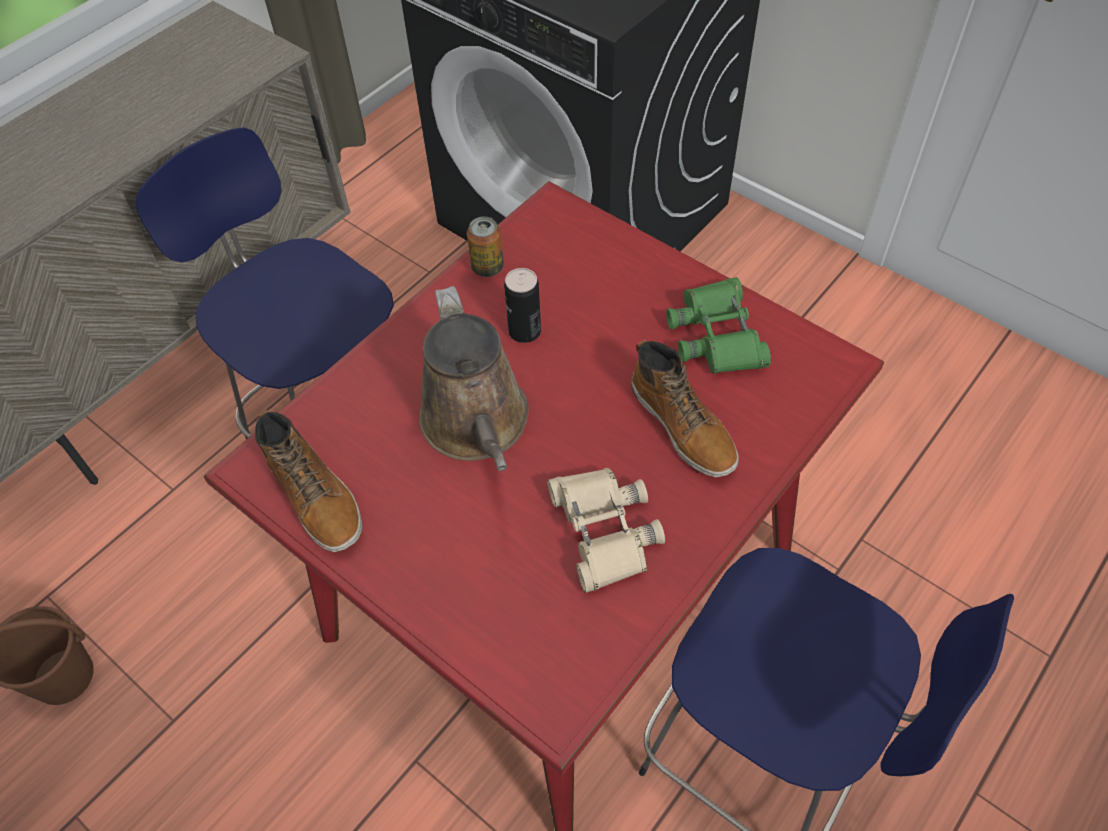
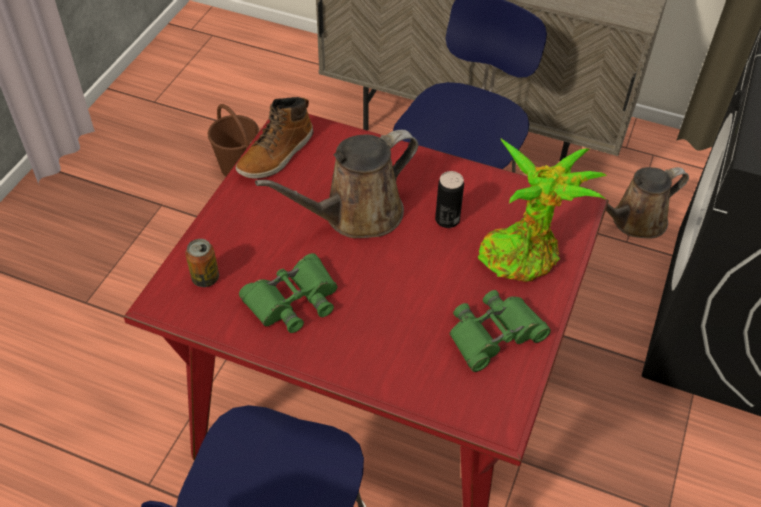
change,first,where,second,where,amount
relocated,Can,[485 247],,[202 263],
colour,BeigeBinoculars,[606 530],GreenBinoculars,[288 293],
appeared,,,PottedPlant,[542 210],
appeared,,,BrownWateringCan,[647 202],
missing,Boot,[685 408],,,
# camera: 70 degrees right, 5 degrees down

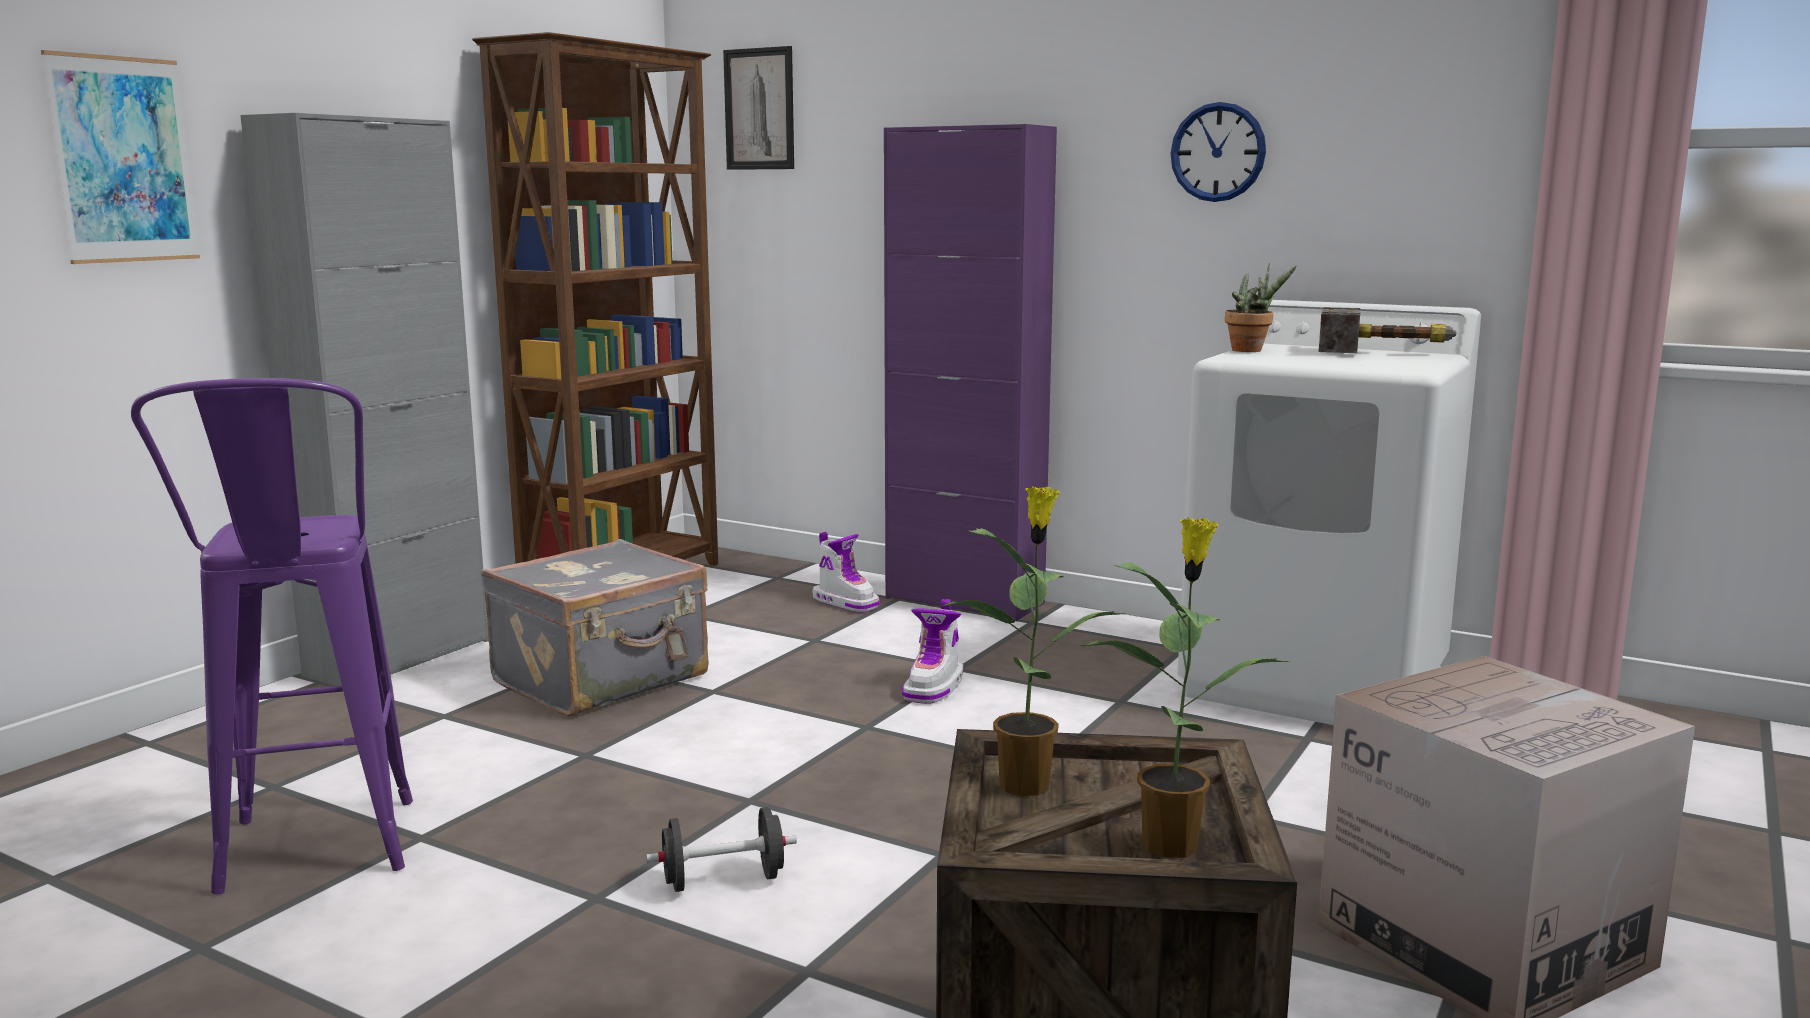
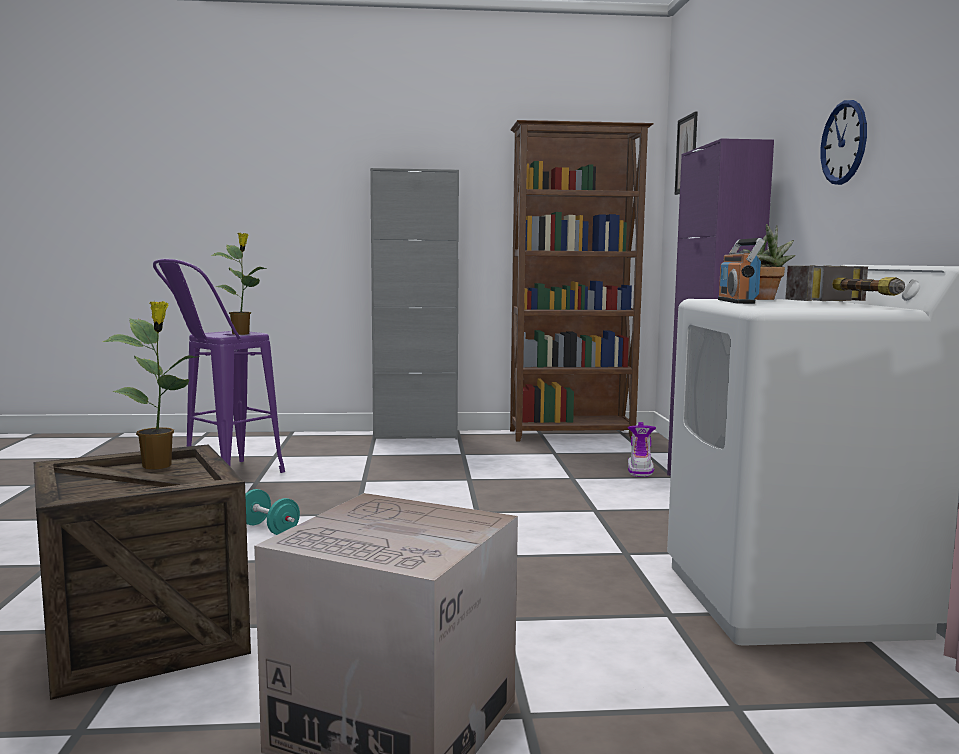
change,first,where,second,where,amount
relocated,PottedPlant,[1184 687],,[239 284],
colour,BlackDumbbell,[721 849],TurquoiseDumbbell,[272 512],
appeared,,,Radio,[741 271],
missing,Picture,[120 157],,,
missing,GreySuitcase,[595 628],,,
missing,Boot,[932 651],,,
# camera: 55 degrees right, 5 degrees down

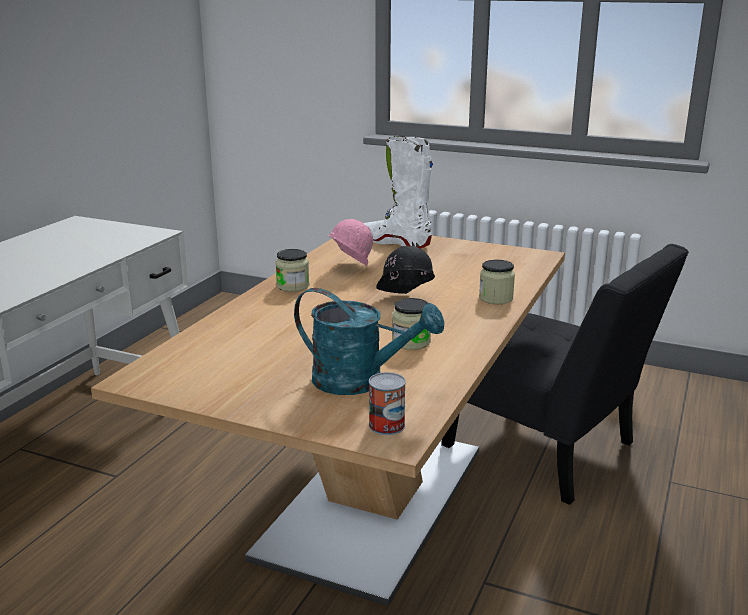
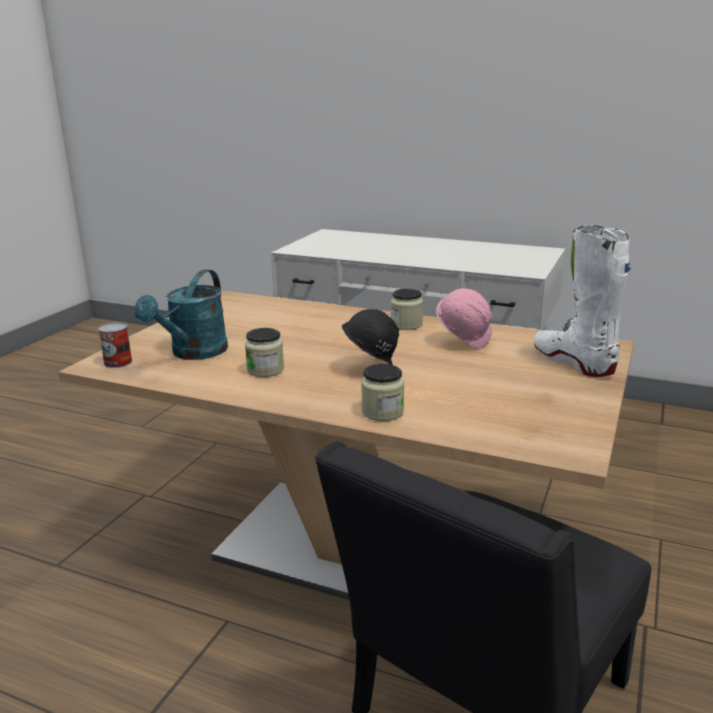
change,first,where,second,where,amount
spun,WhiteBoot,[398 192],,[582 301],60 degrees counterclockwise
# camera: 90 degrees right, 0 degrees up

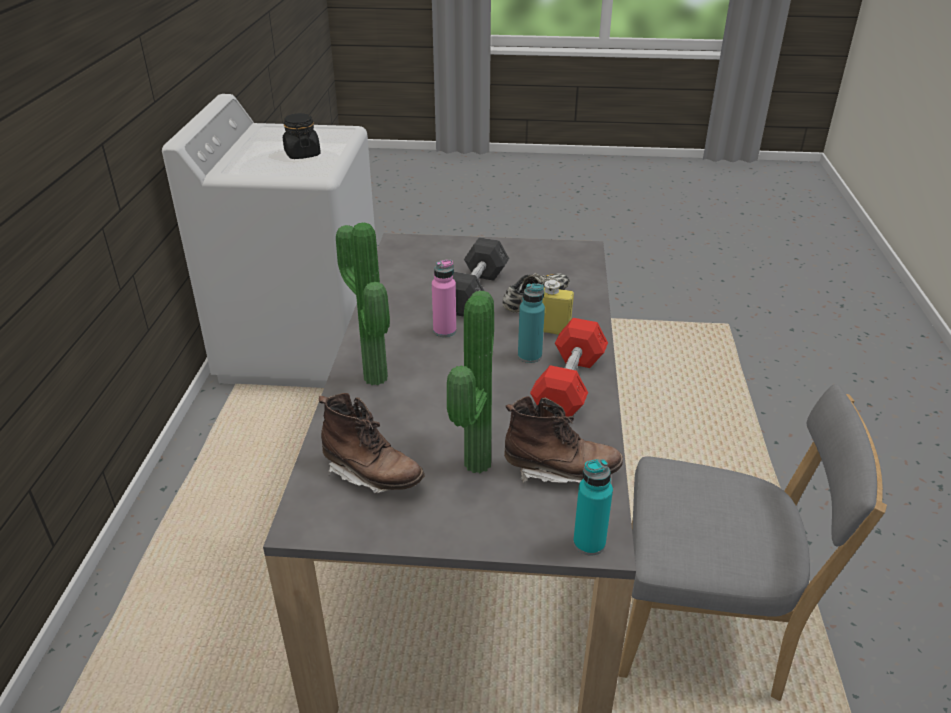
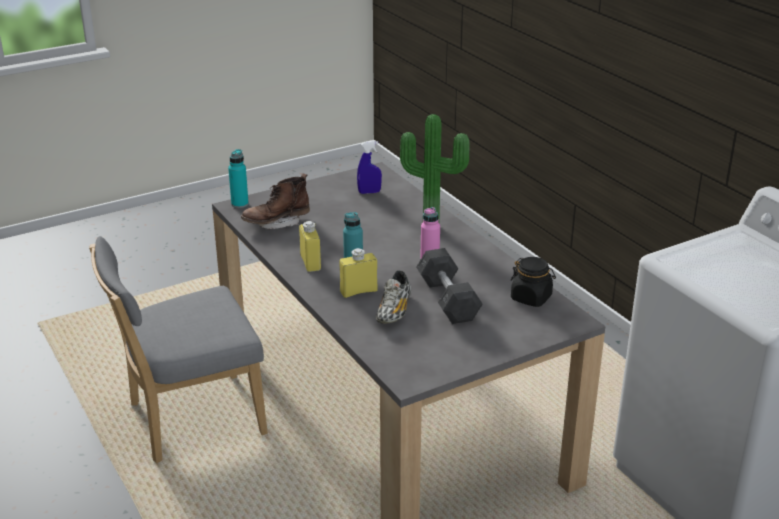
change,first,where,second,where,amount
exchanged,RedDumbbell,[569 367],YellowBottle,[310 246],
exchanged,BrownBoot,[372 443],BlueSprayBottle,[369 167],
relocated,BlackJar,[302 136],,[533 282],
missing,PottedPlant,[470 382],,,
# camera: 145 degrees right, 5 degrees down

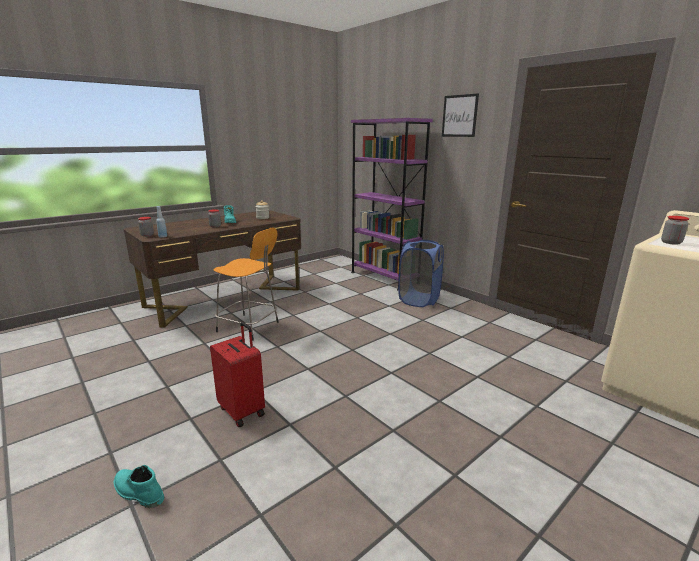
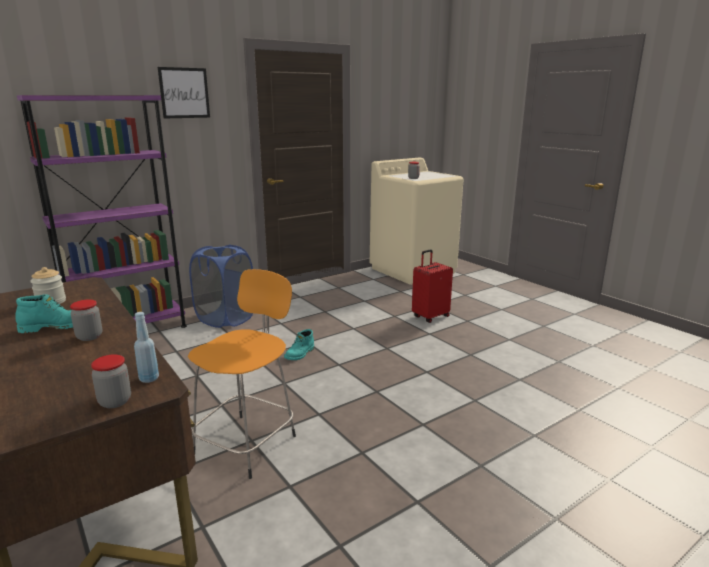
change,first,where,second,where,amount
relocated,TurquoiseBoot,[138 486],,[299 344],
relocated,RedSuitcase,[237 374],,[432 286],
# camera: 85 degrees left, 0 degrees up

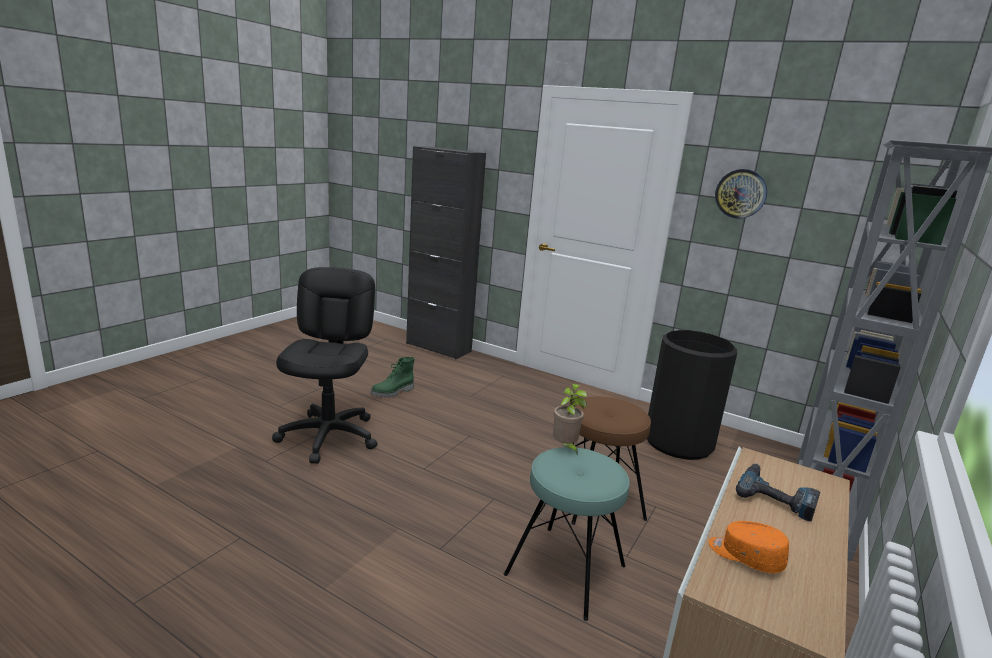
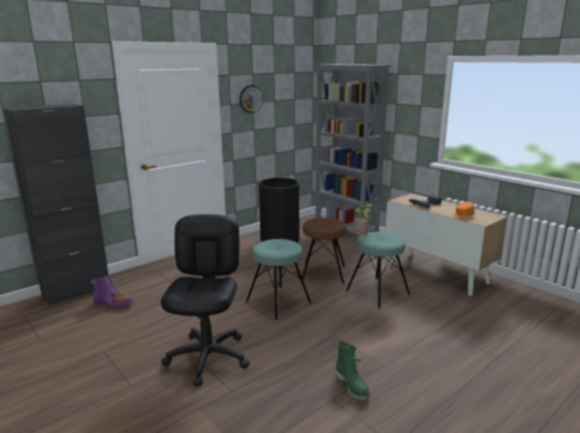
change,first,where,second,where,amount
appeared,,,PurpleBoot,[111 292],
spun,BlackOfficeChair,[324 365],,[205 300],75 degrees clockwise
appeared,,,TurquoiseStool,[278 279],
relocated,GreenBoot,[392 377],,[352 371],
# camera: 70 degrees left, 0 degrees up

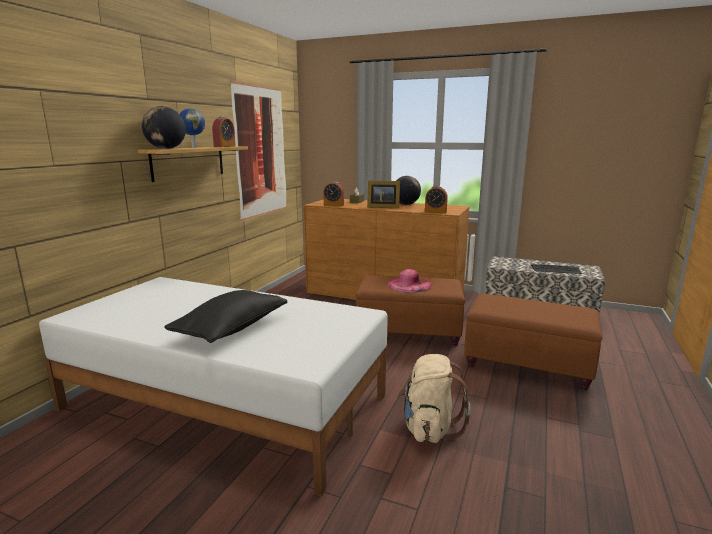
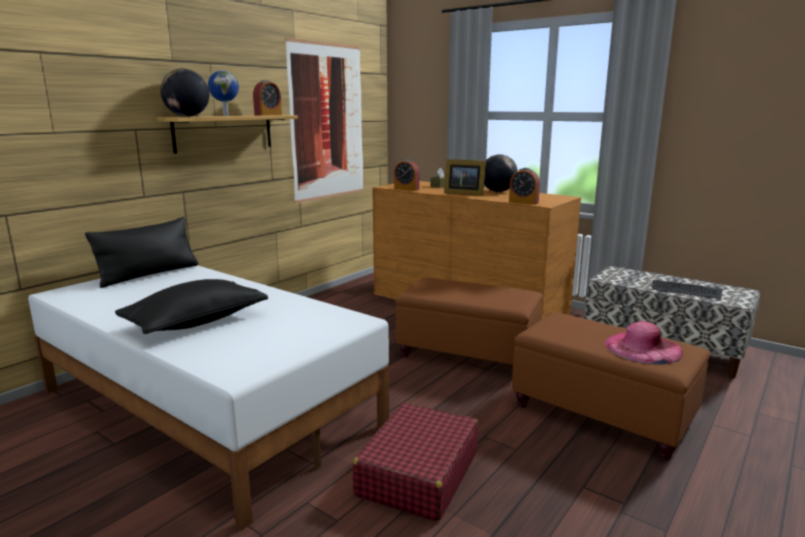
change,first,where,second,where,amount
appeared,,,BlackPillow,[142 252],
exchanged,BeigeBackpack,[434 398],RedSuitcase,[415 462],
relocated,PinkHat,[409 281],,[643 342],
# camera: 15 degrees right, 0 degrees up

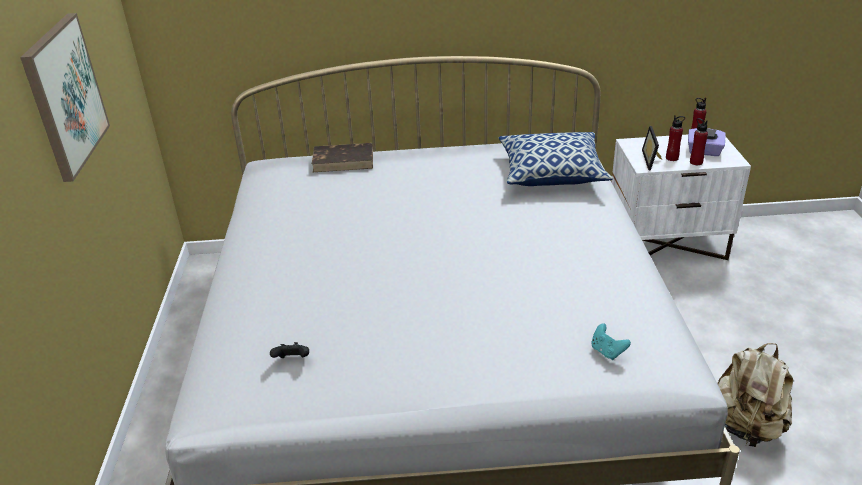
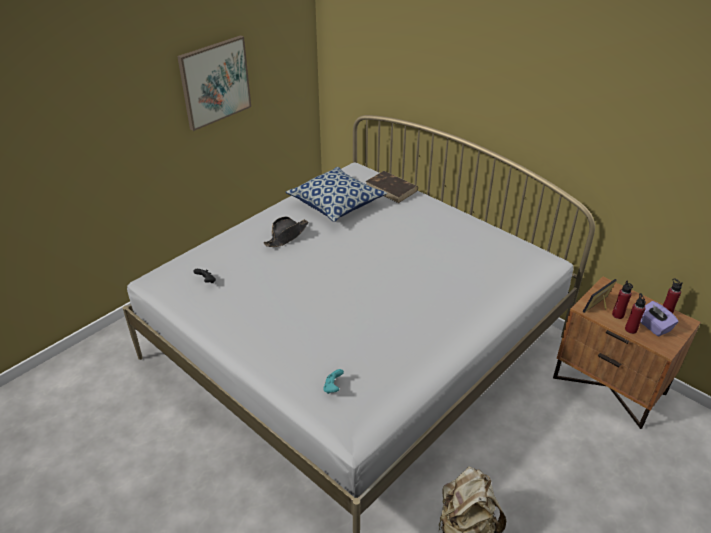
change,first,where,second,where,amount
appeared,,,BlackHat,[285 232],
relocated,Pillow,[555 159],,[336 194],
colour,WhiteNightstand,[681 197],BrownNightstand,[627 352],
# camera: 45 degrees right, 5 degrees up

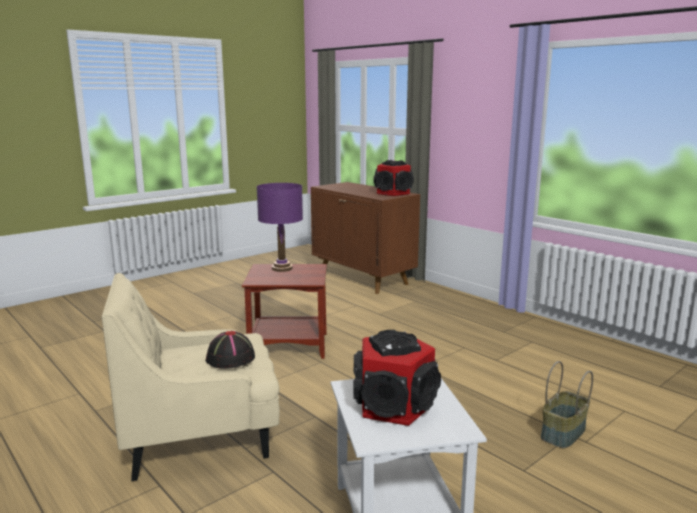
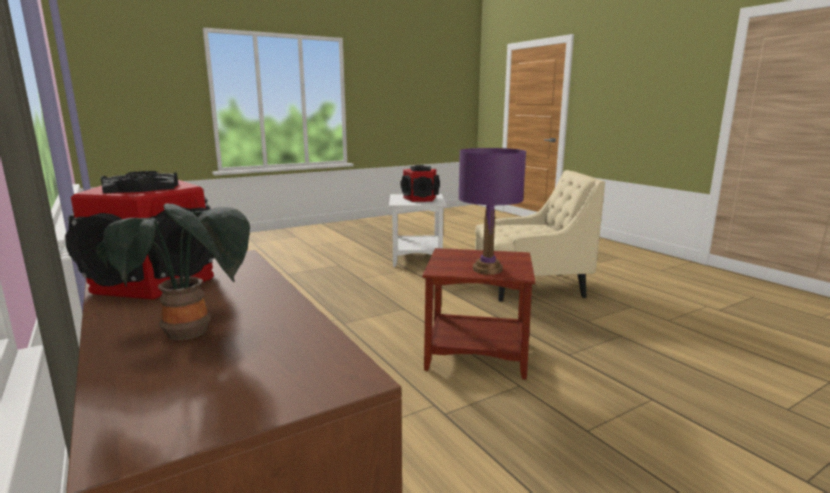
change,first,where,second,where,amount
appeared,,,PottedPlant,[173 271],
missing,BlackHat,[230 350],,,
missing,Basket,[567 404],,,
# camera: 170 degrees left, 0 degrees up

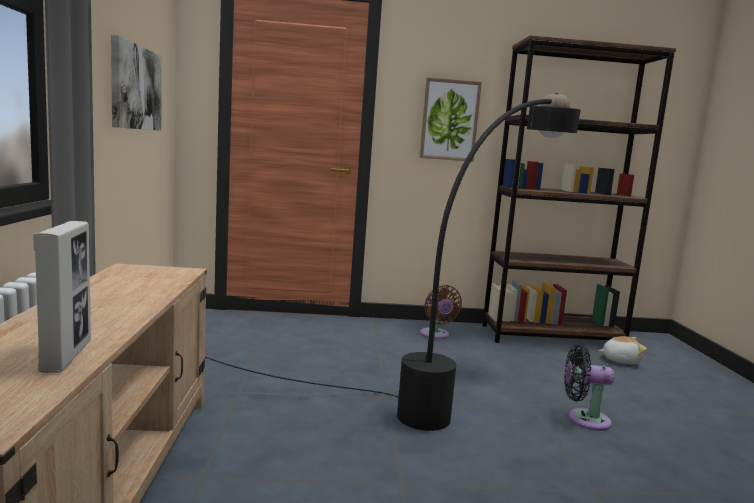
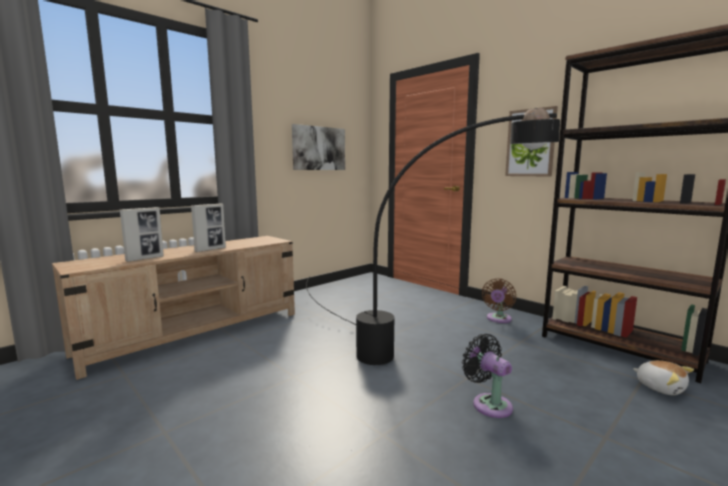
change,first,where,second,where,amount
appeared,,,PictureFrame,[208 228],
# camera: 50 degrees right, 0 degrees up

